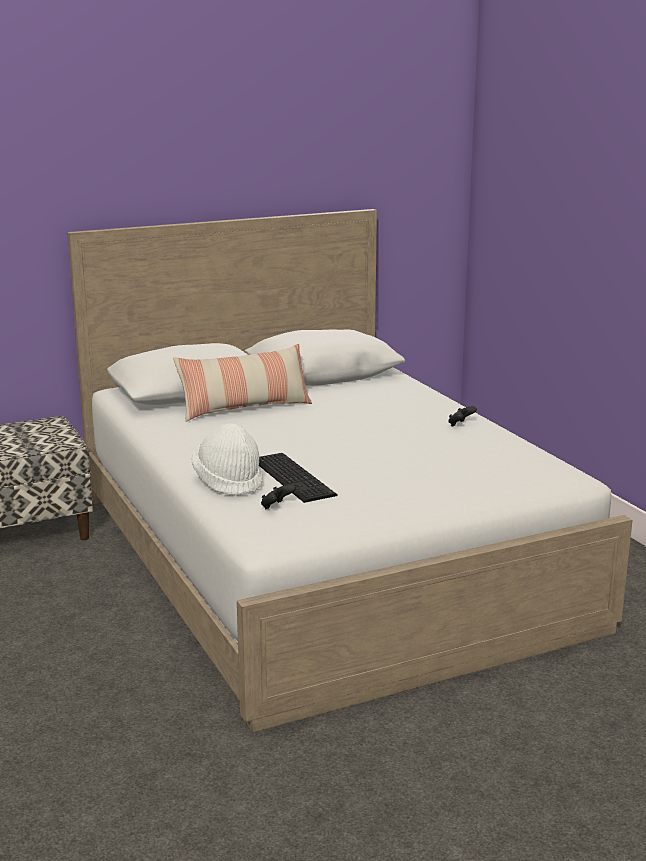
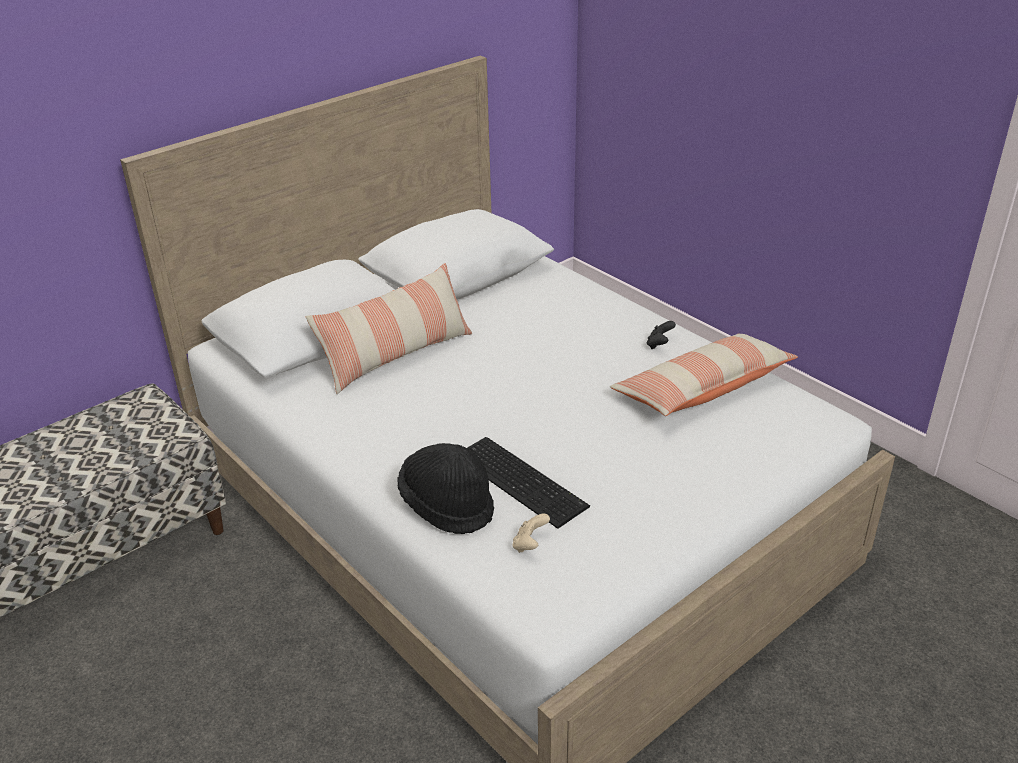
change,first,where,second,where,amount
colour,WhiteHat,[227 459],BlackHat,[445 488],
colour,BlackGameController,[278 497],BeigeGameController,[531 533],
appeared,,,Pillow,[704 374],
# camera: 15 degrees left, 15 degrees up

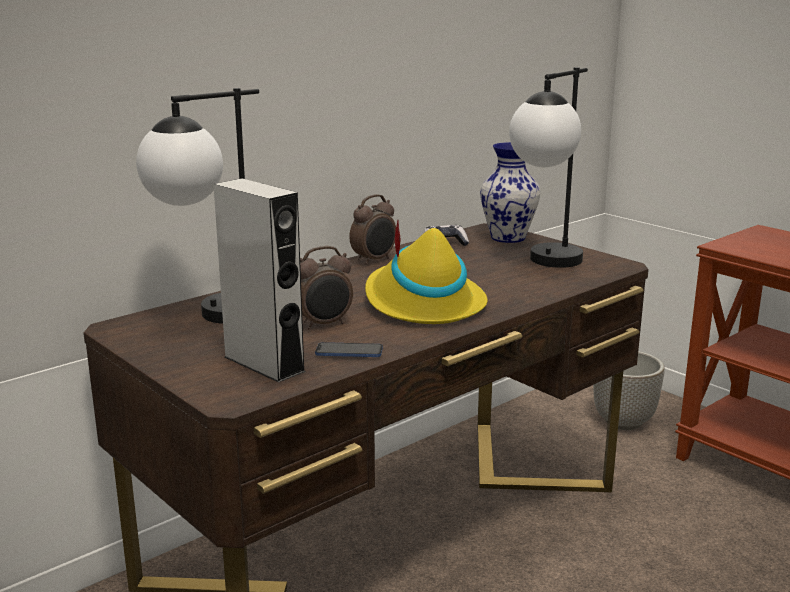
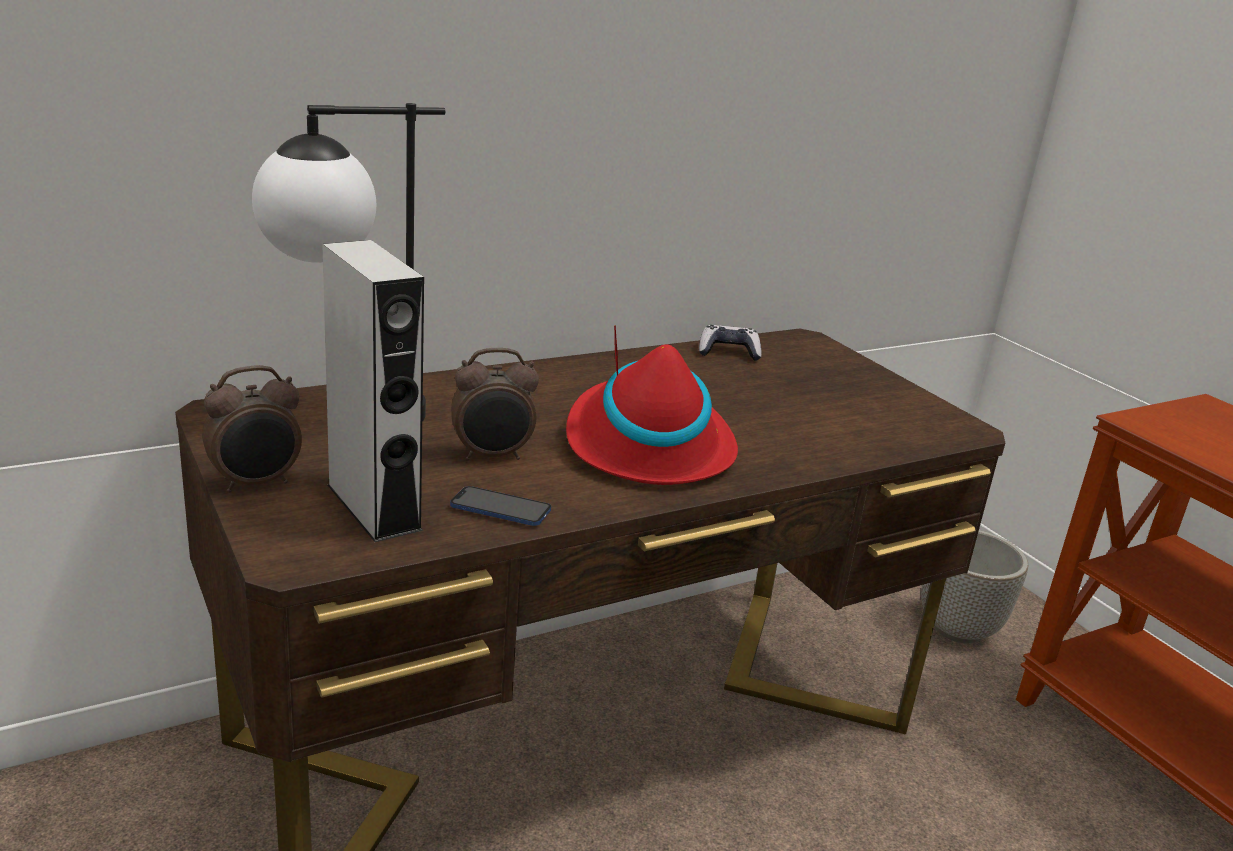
change,first,where,second,where,amount
relocated,AlarmClock,[372 229],,[252 429],
colour,YellowHat,[426 272],RedHat,[652 405],
missing,Vase,[510 192],,,
missing,TableLamp,[548 167],,,
# camera: 10 degrees right, 5 degrees up

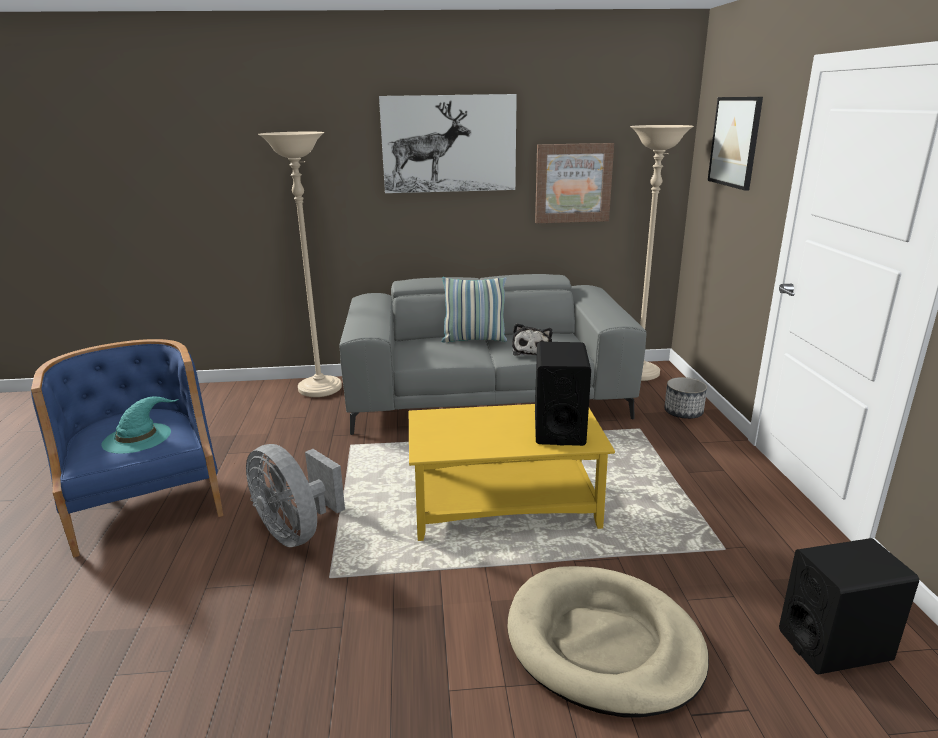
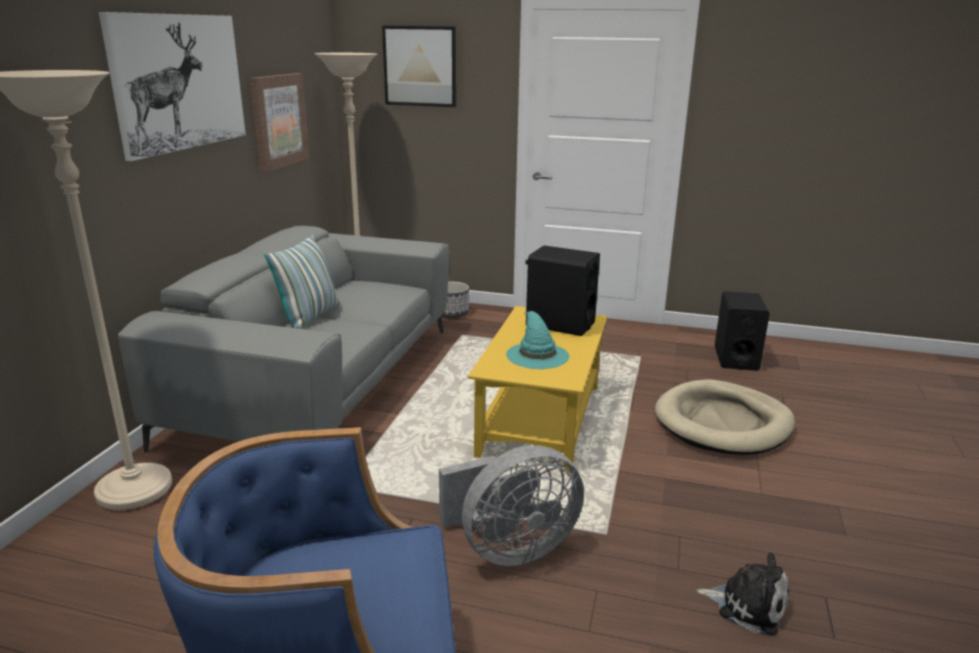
change,first,where,second,where,amount
relocated,TurquoiseHat,[140 425],,[537 340],
relocated,PlushToy,[532 339],,[742 593],
# camera: 70 degrees left, 0 degrees up

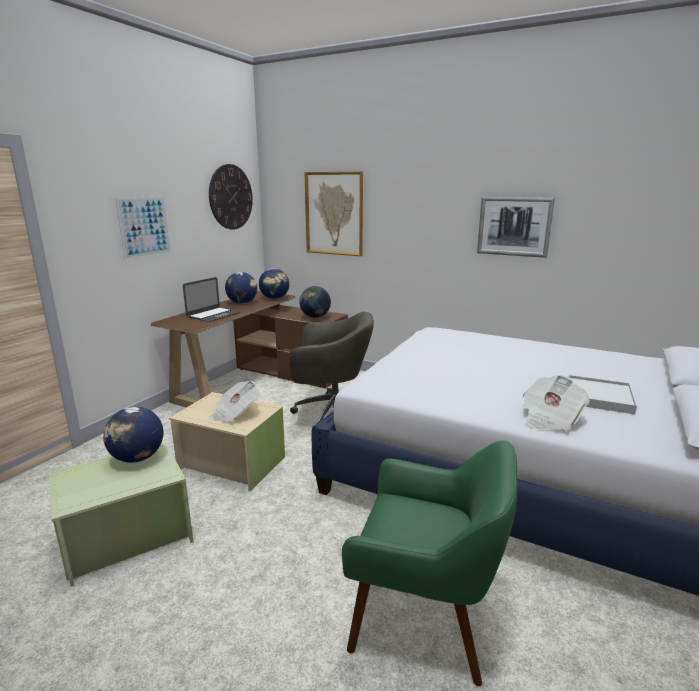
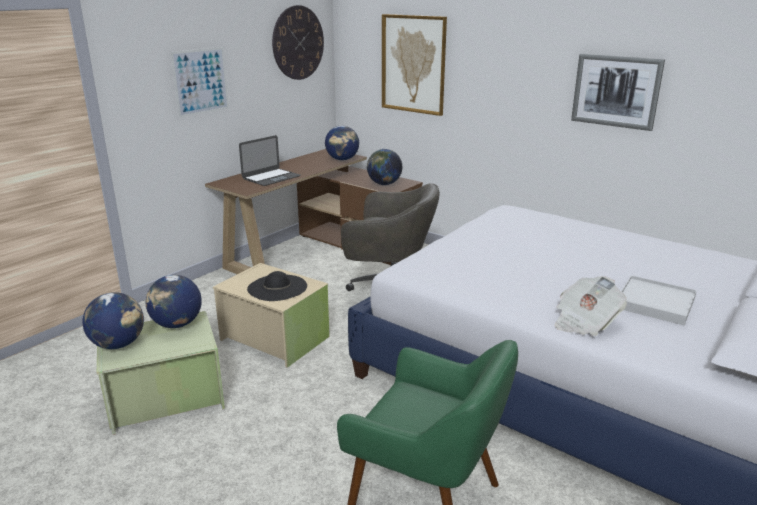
change,first,where,second,where,amount
relocated,Globe,[241 288],,[113 320],
exchanged,Newspaper,[234 401],BlackHat,[277 286],
# camera: 10 degrees right, 5 degrees up

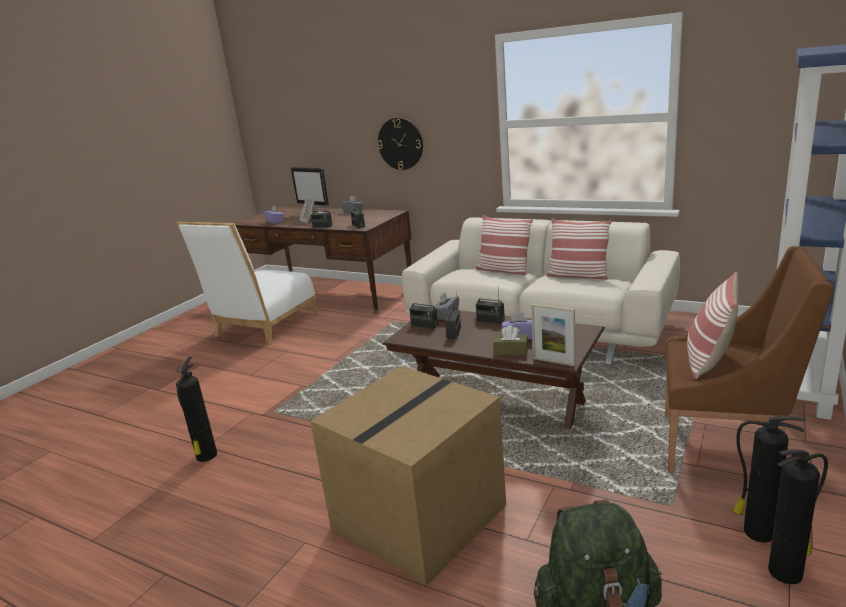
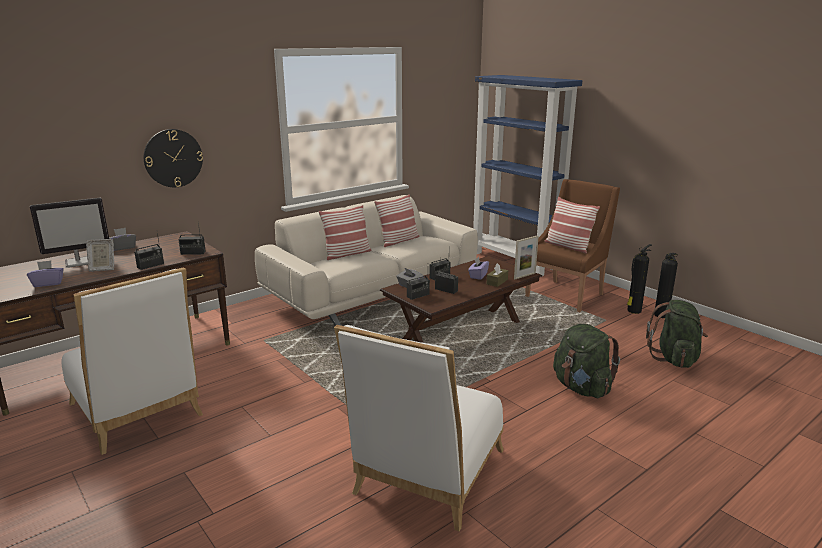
change,first,where,second,where,amount
exchanged,FireExtinguisher,[196 409],WhiteChair,[419 428],
exchanged,CardboardBox,[408 476],GreenBackpack,[586 361],
# camera: 70 degrees left, 0 degrees up

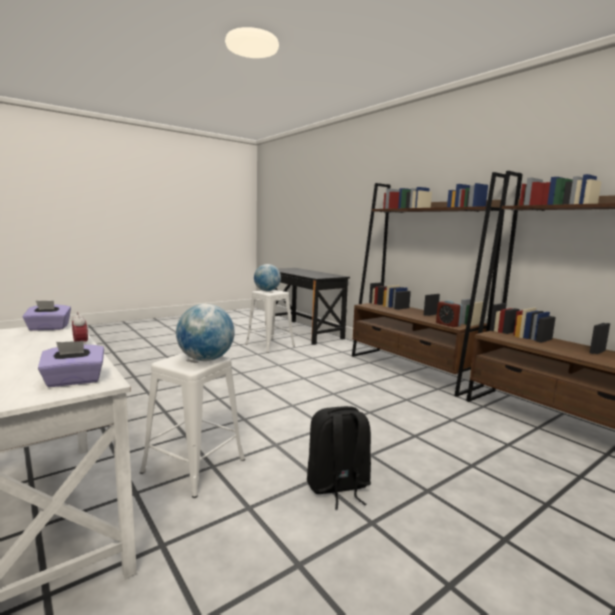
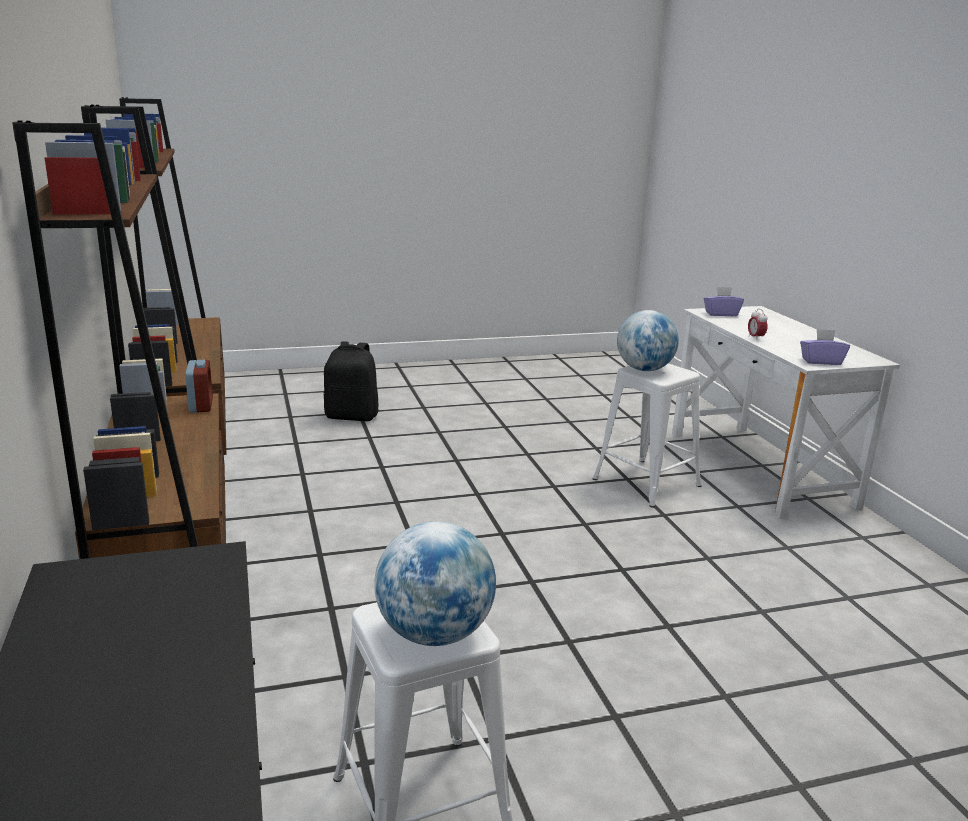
change,first,where,second,where,amount
relocated,BlackBackpack,[339 458],,[351 381],
# camera: 160 degrees left, 10 degrees up

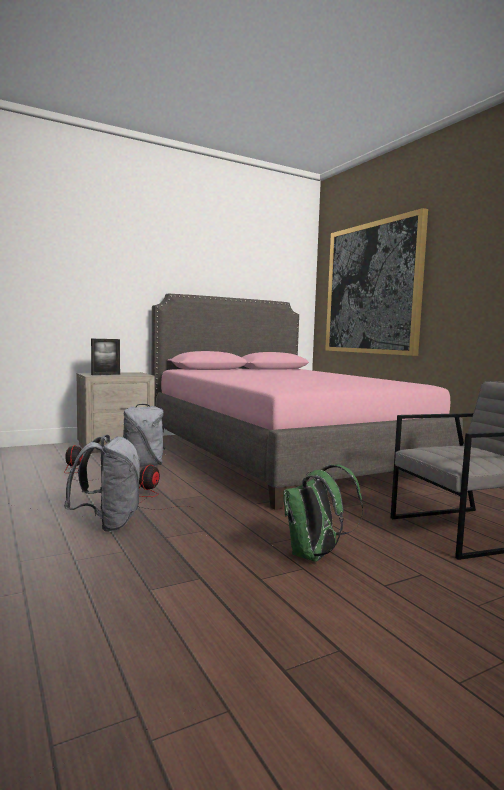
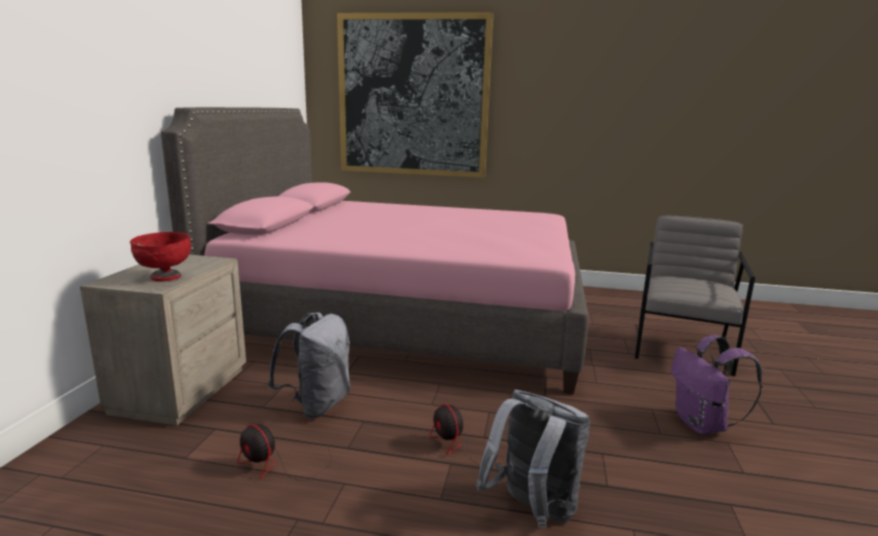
change,first,where,second,where,amount
exchanged,PictureFrame,[105 357],RedBowl,[160 257],
colour,GreenBackpack,[323 513],PurpleBackpack,[716 384],
# camera: 50 degrees left, 10 degrees up

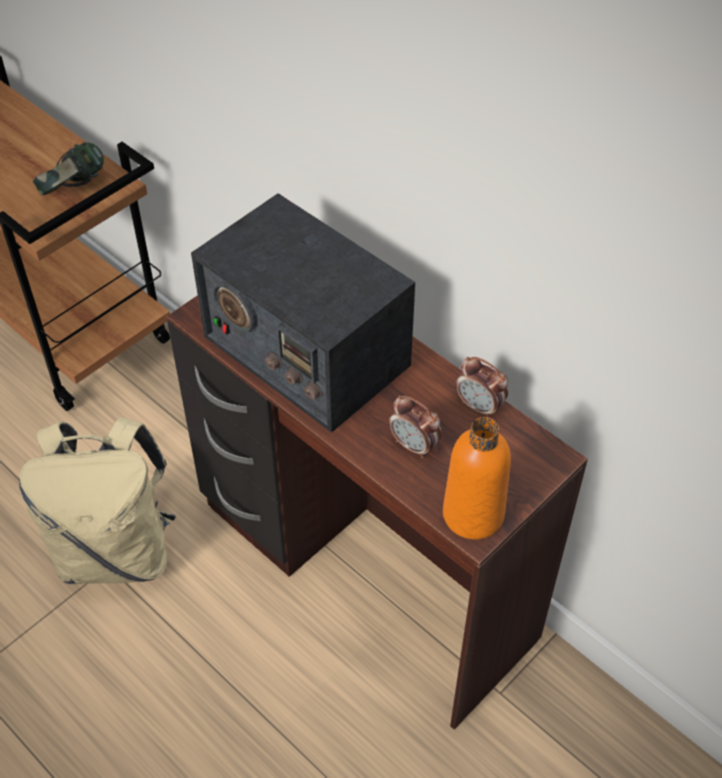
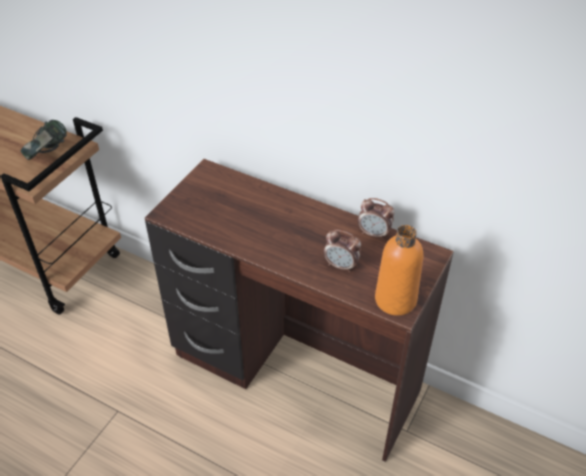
change,first,where,second,where,amount
missing,BeigeBackpack,[97 501],,,
missing,Radio,[303 313],,,
# camera: 15 degrees left, 5 degrees down

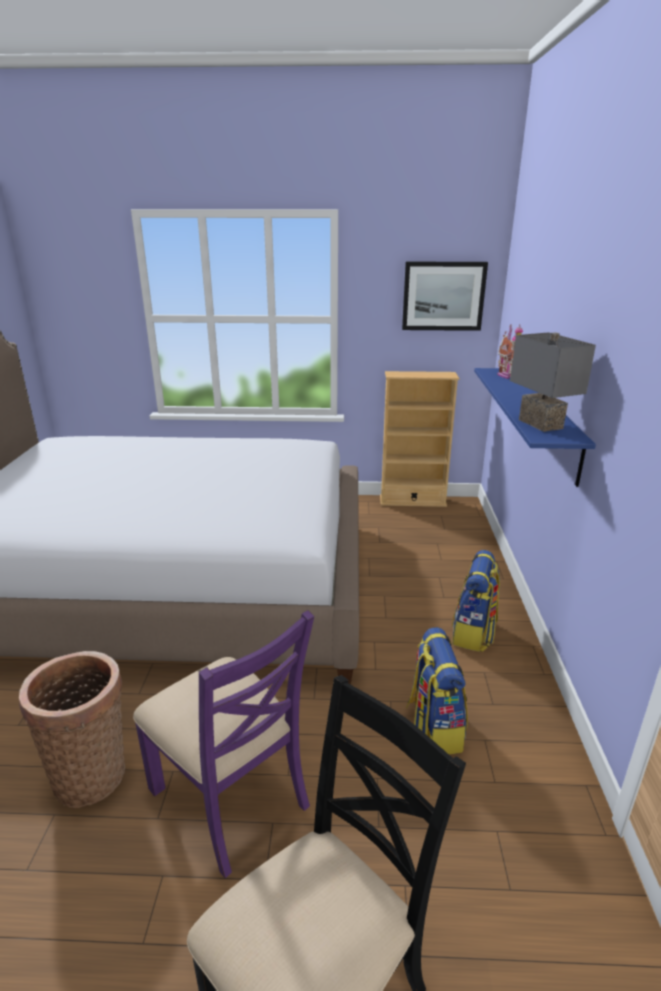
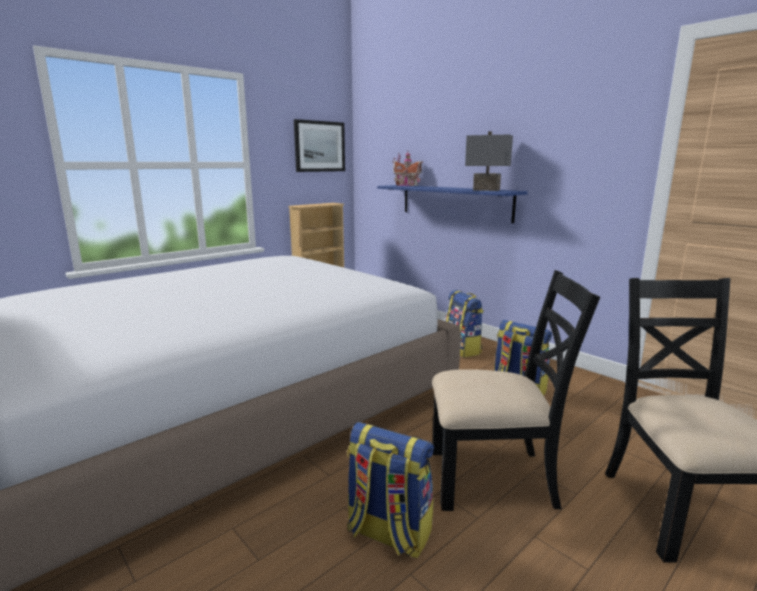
change,first,where,second,where,amount
exchanged,Basket,[72 729],Backpack,[390 490],
colour,PurpleChair,[223 744],BlackChair,[516 390],
# camera: 45 degrees left, 10 degrees down

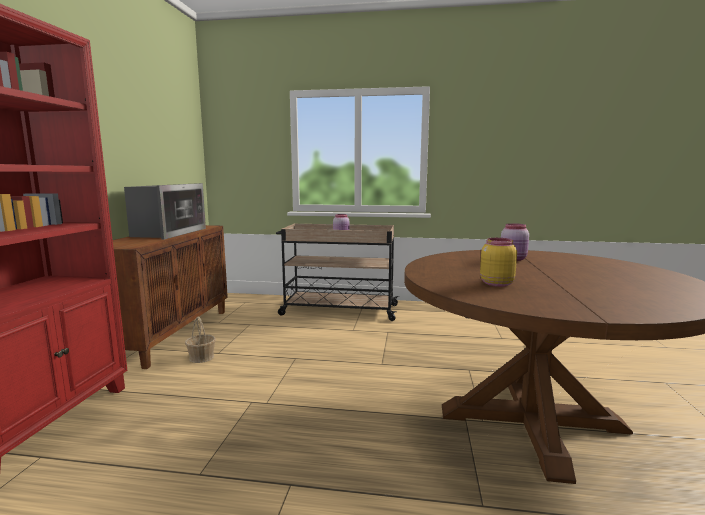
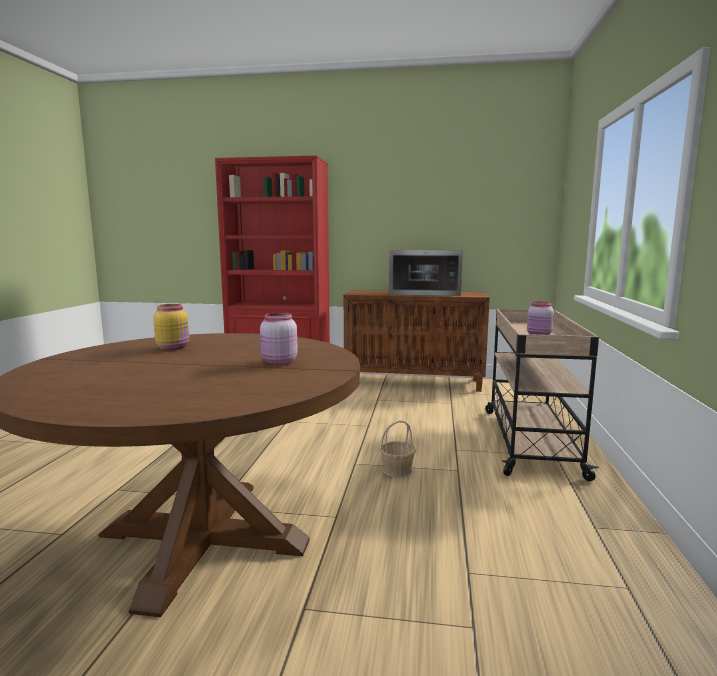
change,first,where,second,where,amount
relocated,Basket,[200 340],,[398 448],
# camera: 90 degrees right, 0 degrees up

